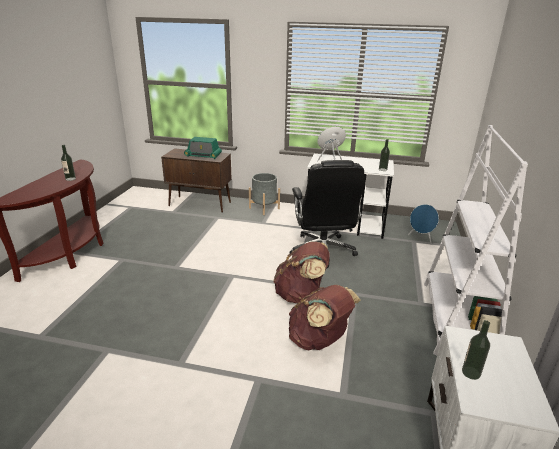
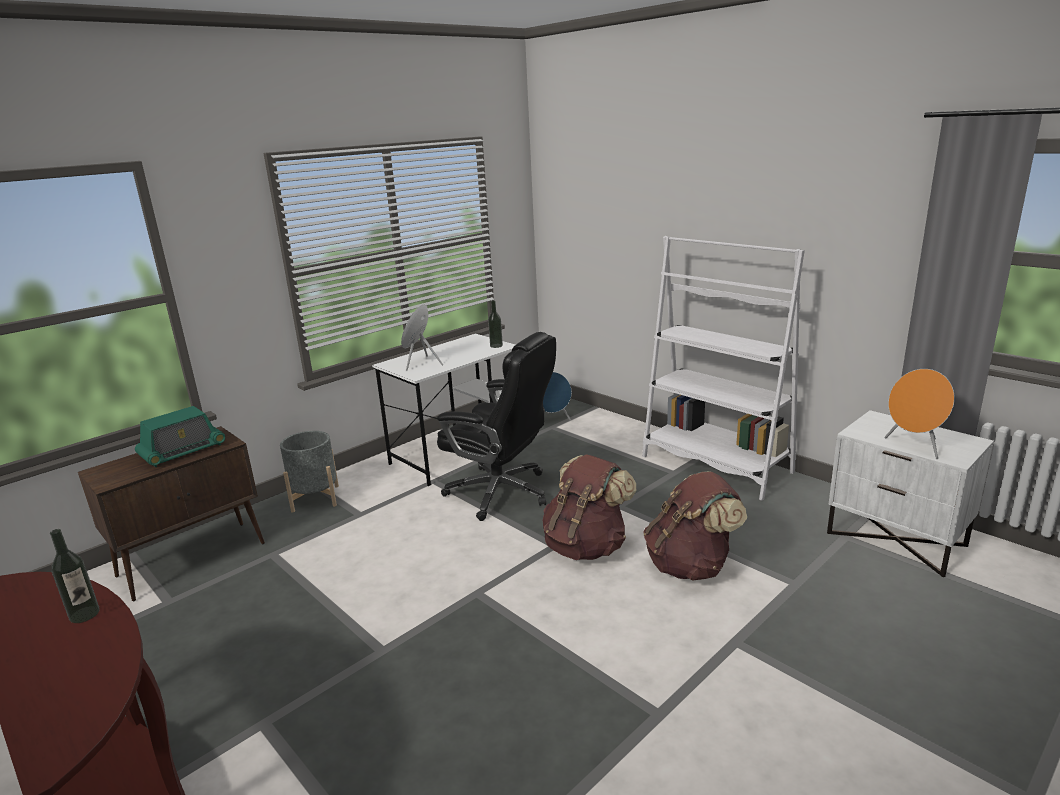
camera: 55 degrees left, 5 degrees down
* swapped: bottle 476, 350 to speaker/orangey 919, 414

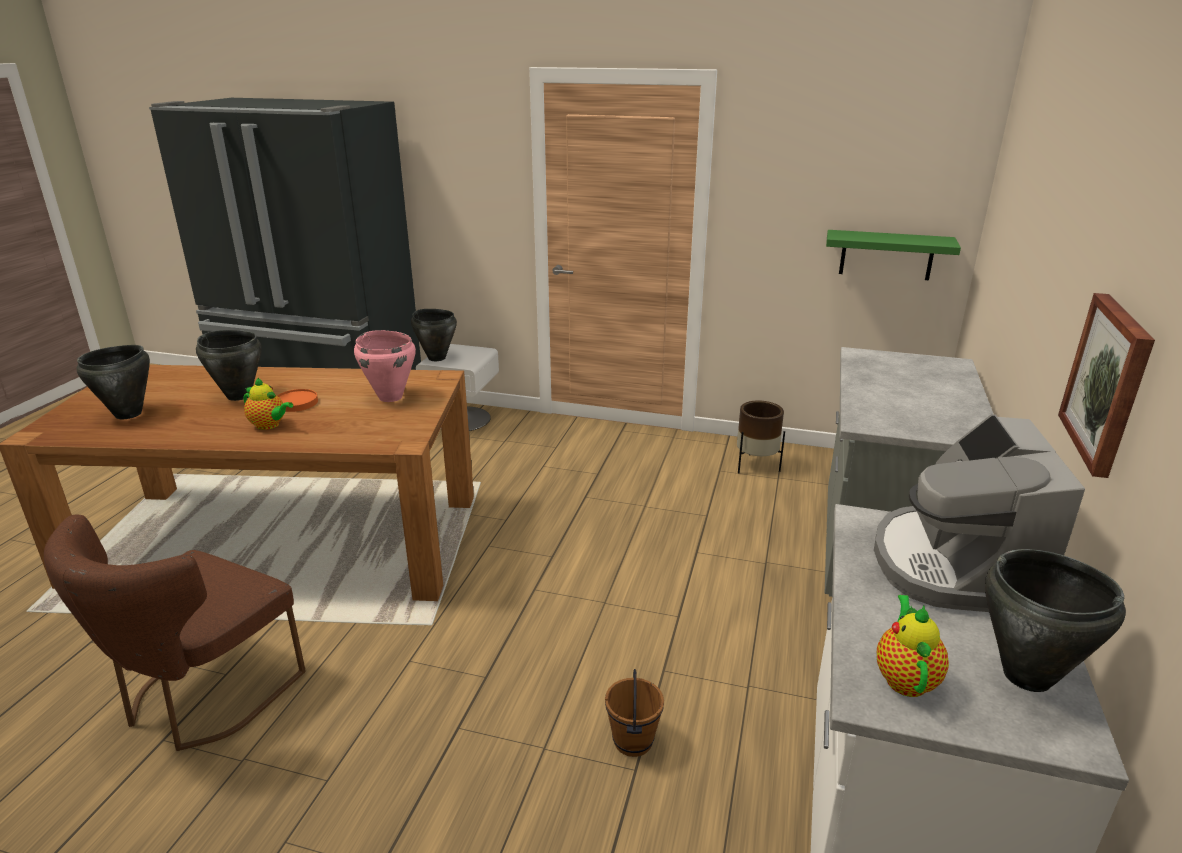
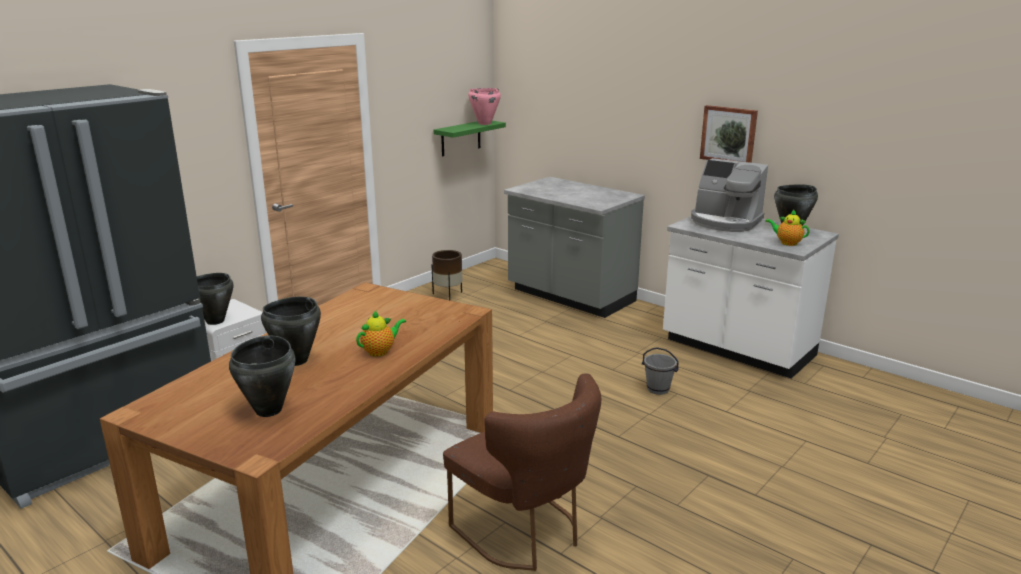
camera: 65 degrees left, 5 degrees down
* shifted: stockpot/pink-coloured 385, 366 to 484, 106
* gone: plate/orangey 297, 400
* repainted: water bucket/brownish 634, 713 to water bucket/gray 660, 371

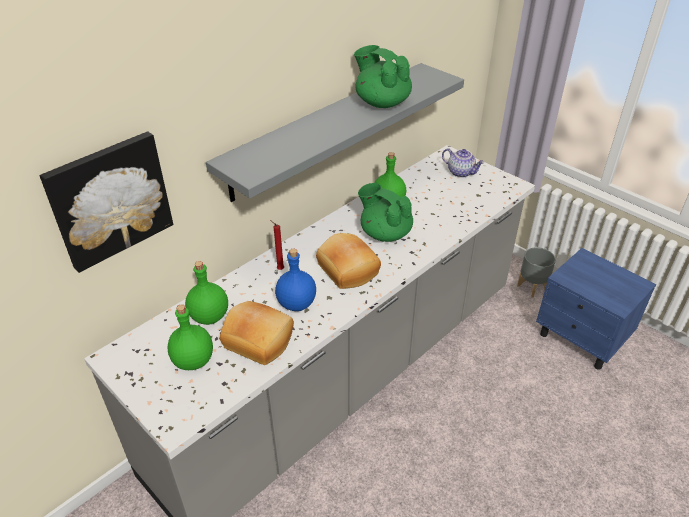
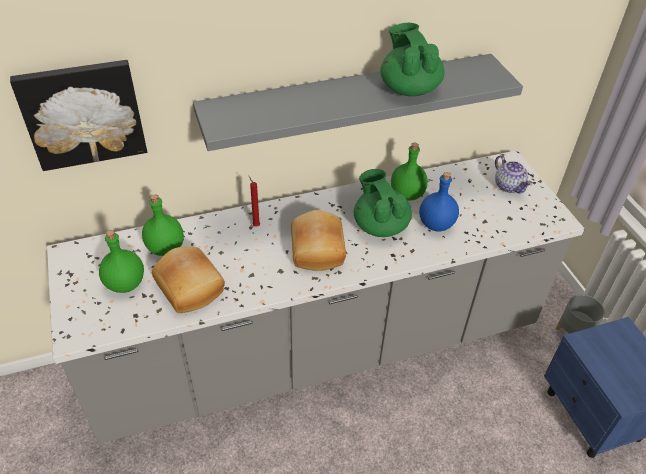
camera: 25 degrees right, 5 degrees up
* shifted: bottle/blue 295, 280 to 439, 202

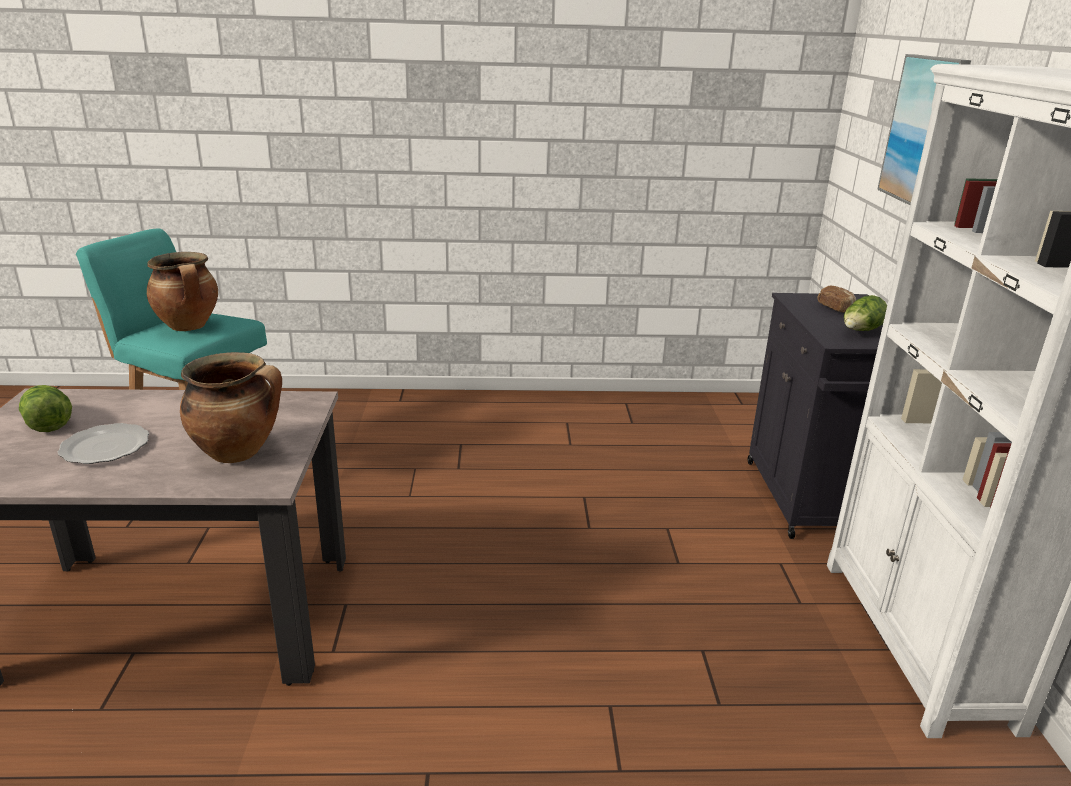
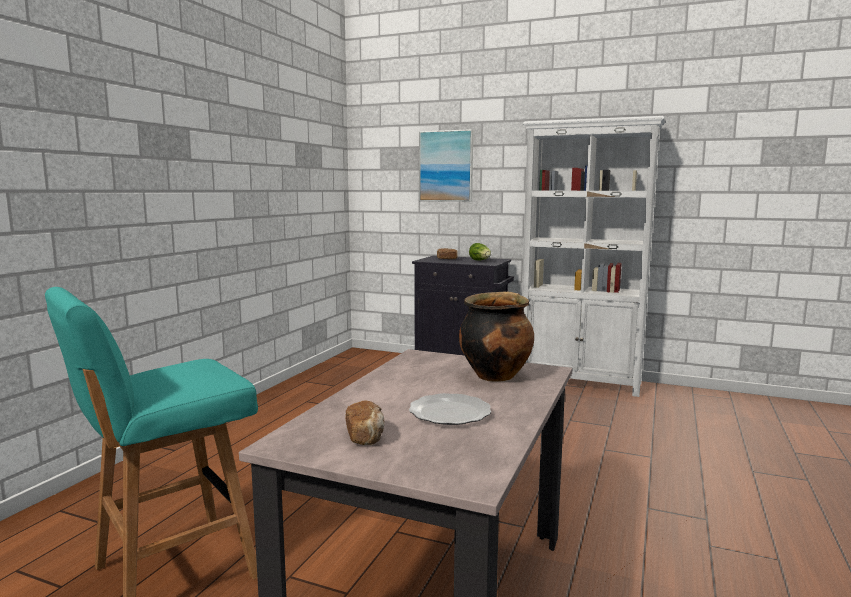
camera: 65 degrees left, 15 degrees down
* gone: stockpot 182, 291
* swapped: lettuce head 45, 408 to bakery bread 365, 422

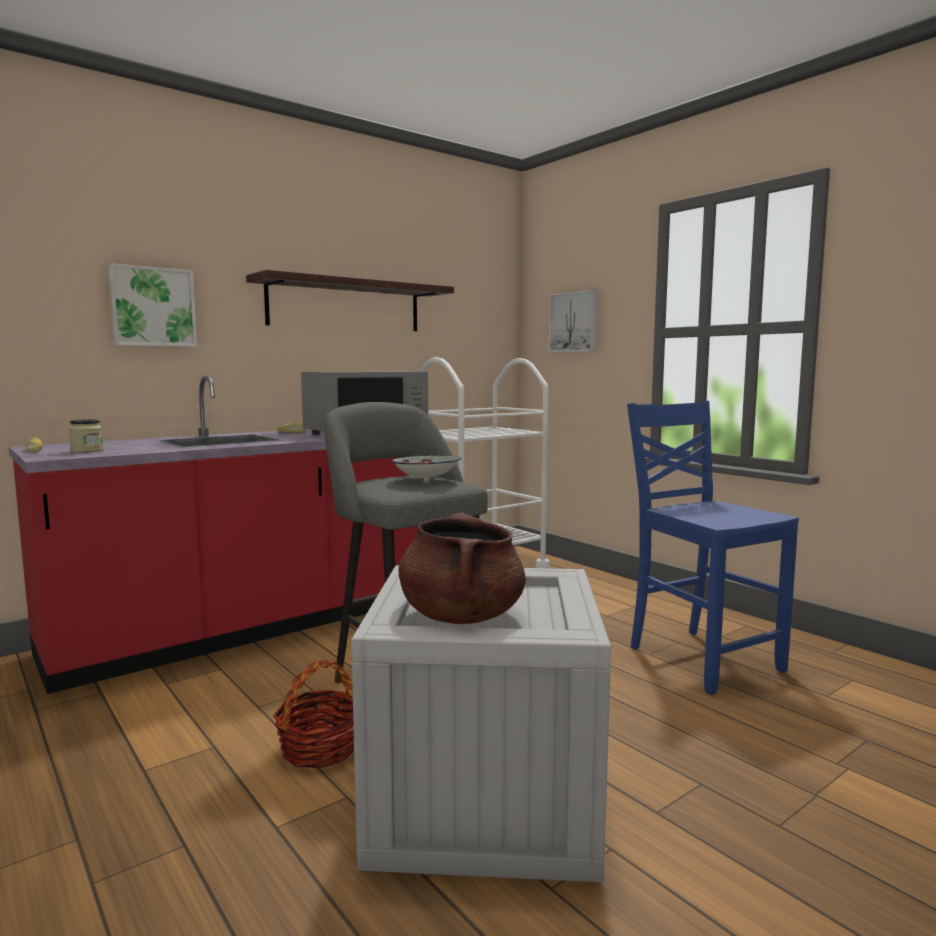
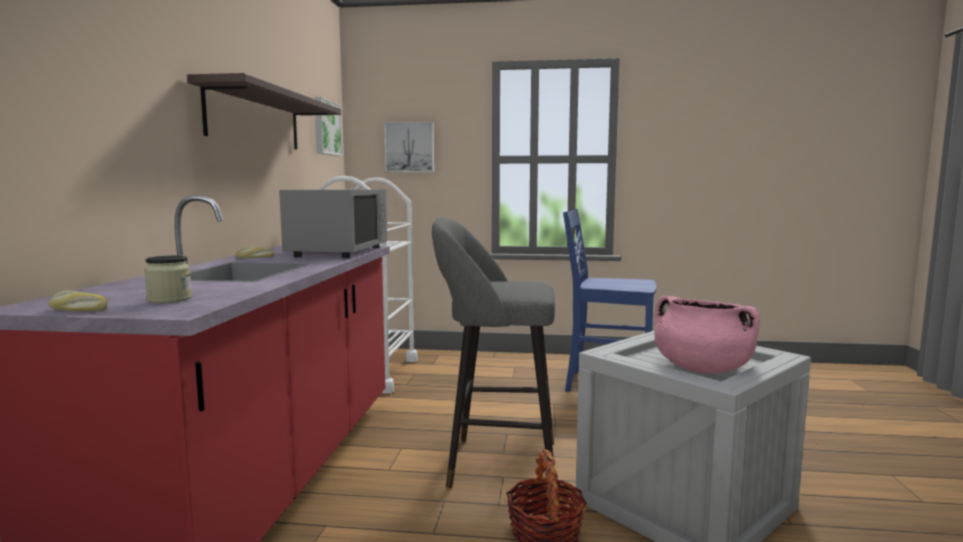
camera: 45 degrees left, 0 degrees up
* shifted: picture 152, 305 to 328, 126
* gone: deep dish 426, 468
* repainted: stockpot/brownish 462, 568 to stockpot/pink-coloured 707, 335

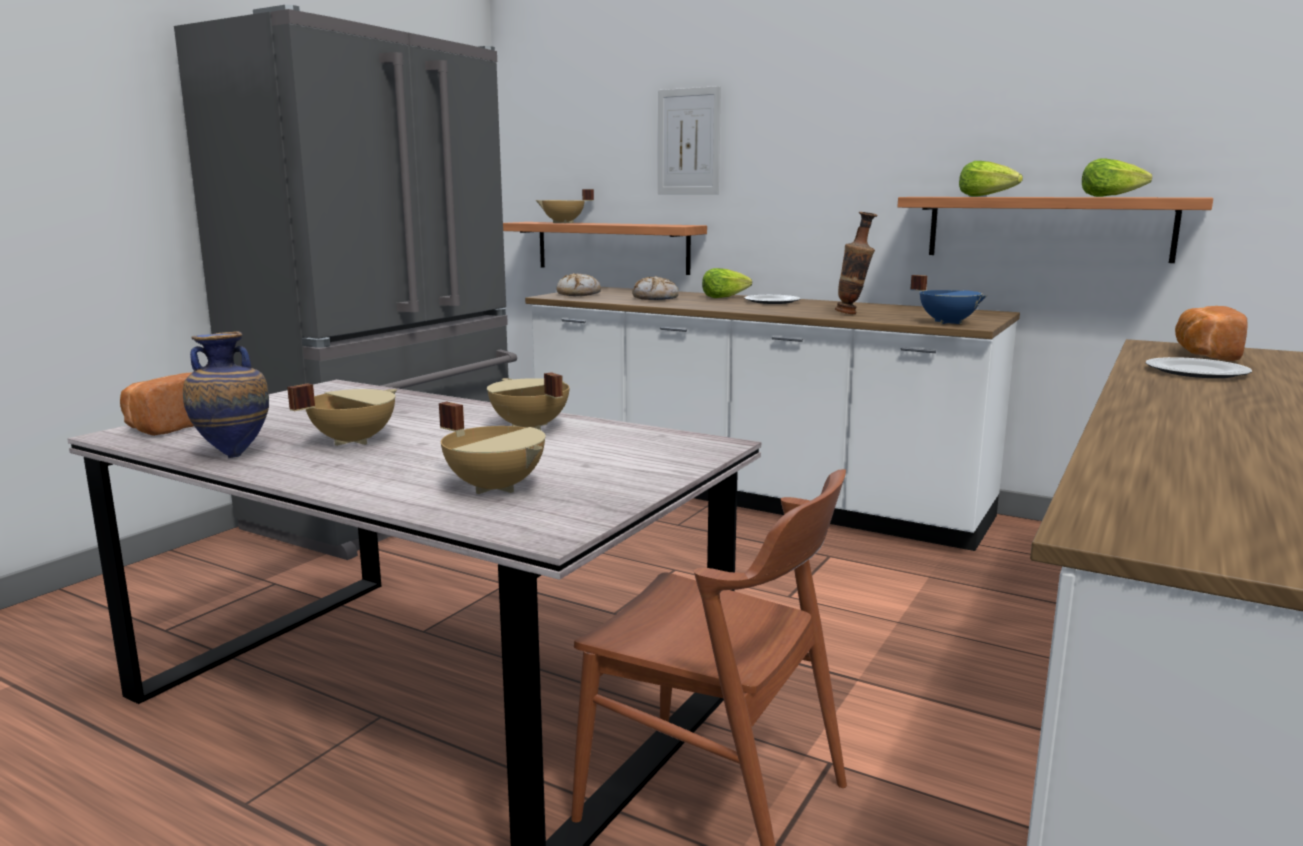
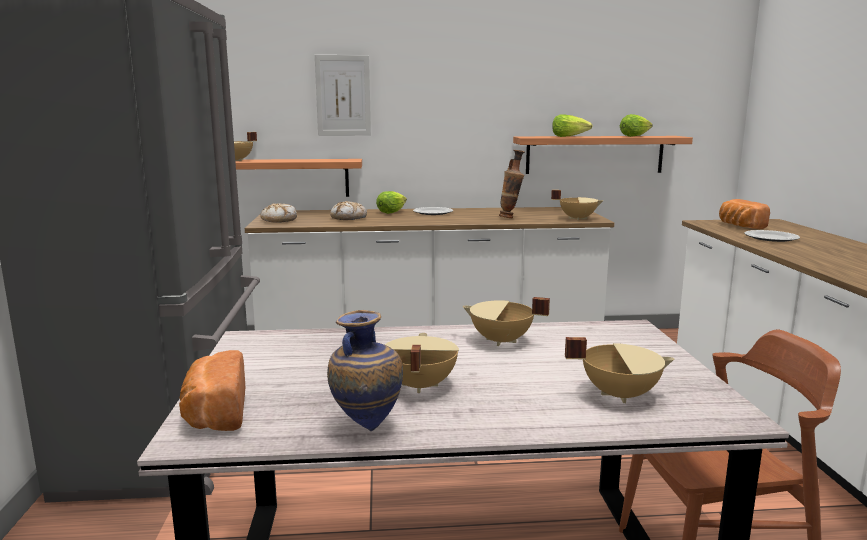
camera: 35 degrees left, 0 degrees up
* repainted: stockpot/blue 948, 299 to stockpot/sand-coloured 577, 205

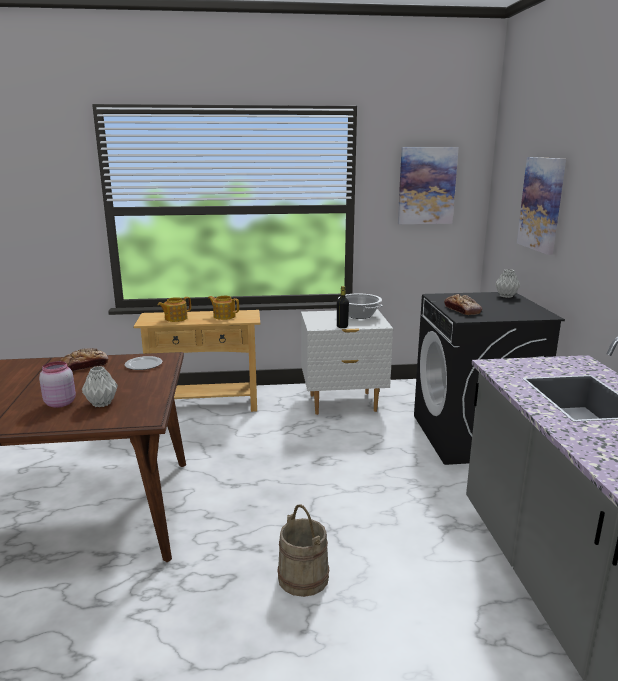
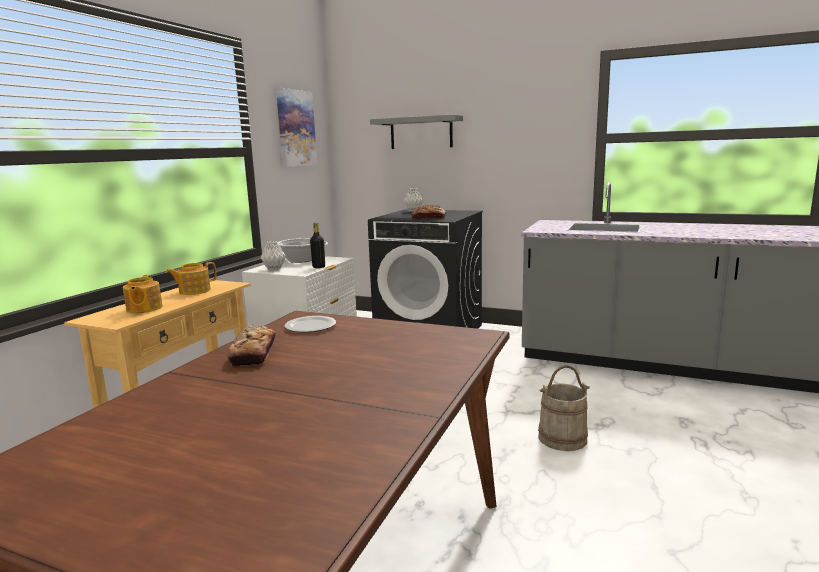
camera: 60 degrees left, 5 degrees down
* swapped: picture 541, 206 to bracket shelf/gray 416, 132
* gone: preserve jar/pink-coloured 57, 384
* shifted: decorative vase/gray 100, 386 to 273, 255

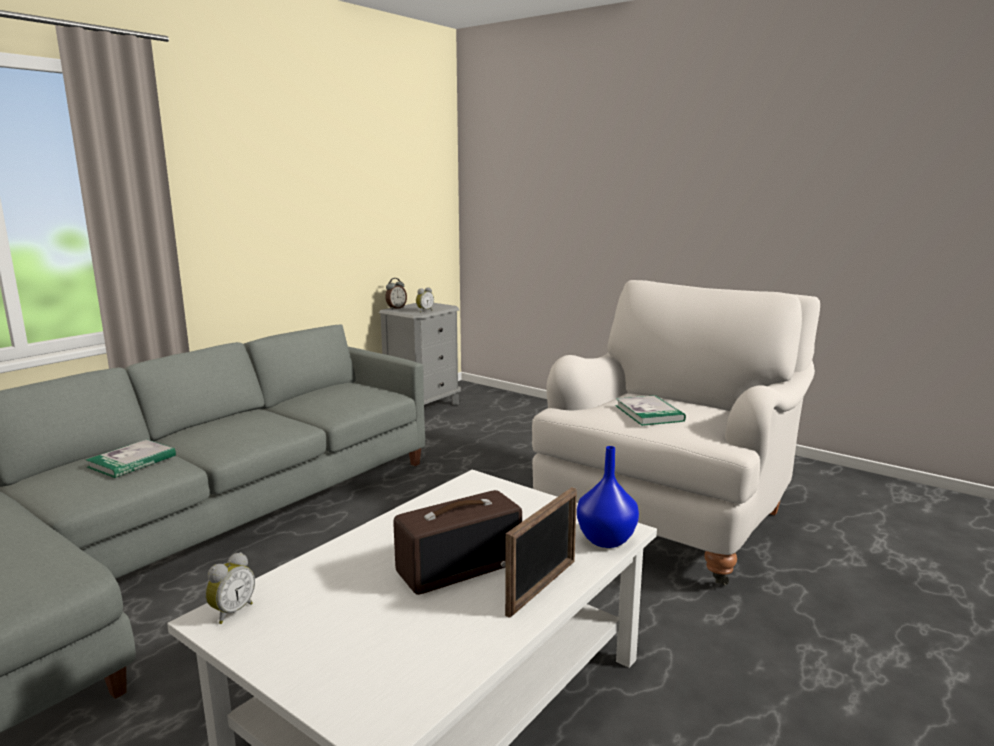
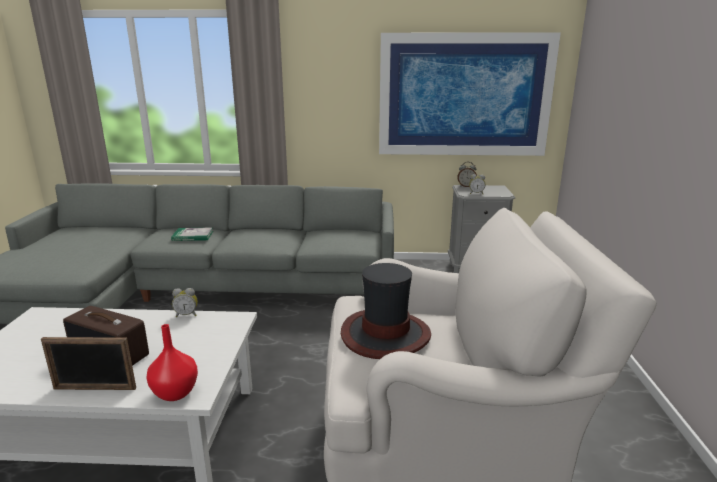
camera: 55 degrees right, 5 degrees up
* swapped: volume 650, 410 to hat 386, 311
* repainted: decorative vase/blue 608, 497 to decorative vase/red 172, 362
* shifted: alarm clock 230, 588 to 185, 302
* new: picture 470, 94

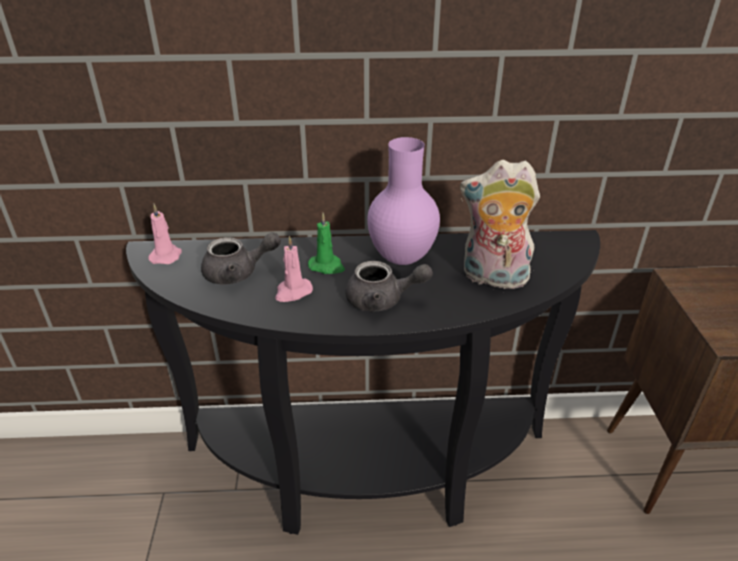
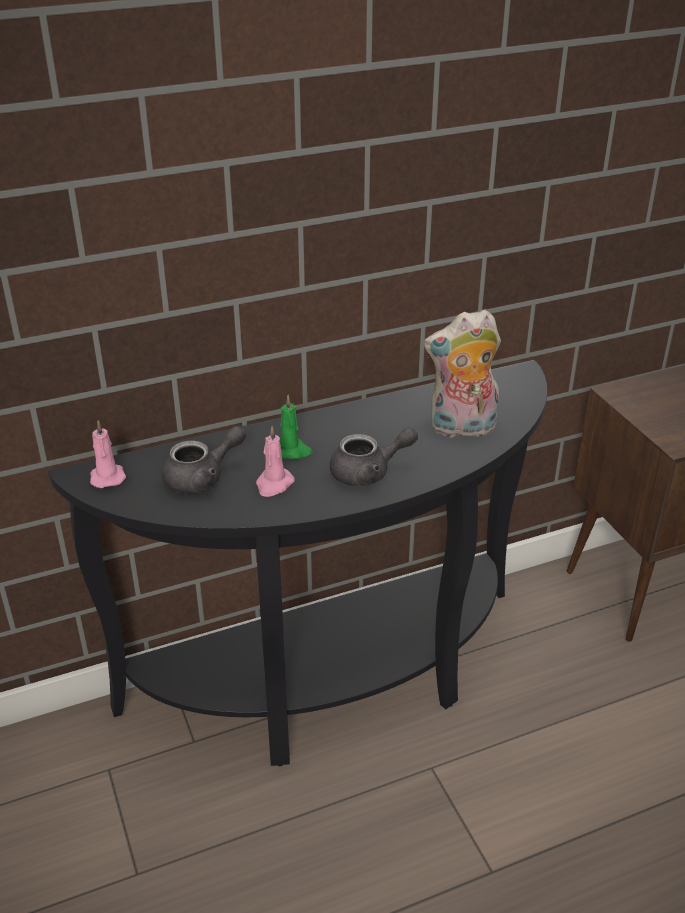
camera: 20 degrees left, 0 degrees up
* gone: decorative vase/purple-coloured 403, 201

